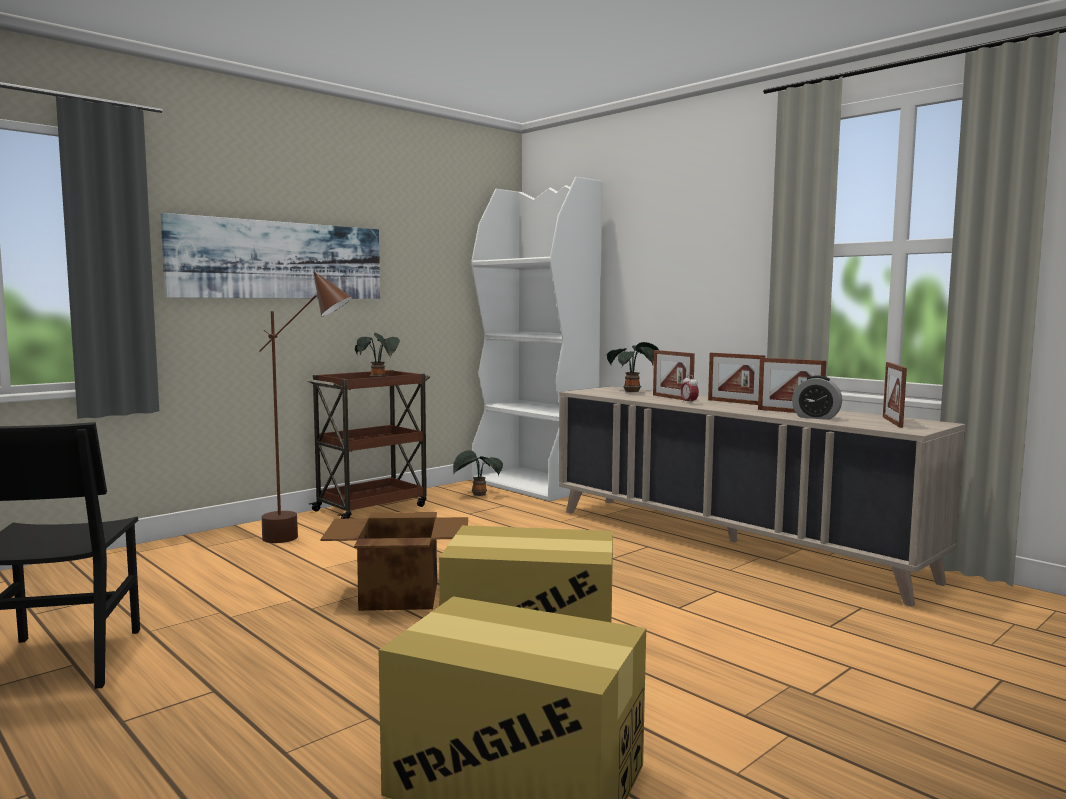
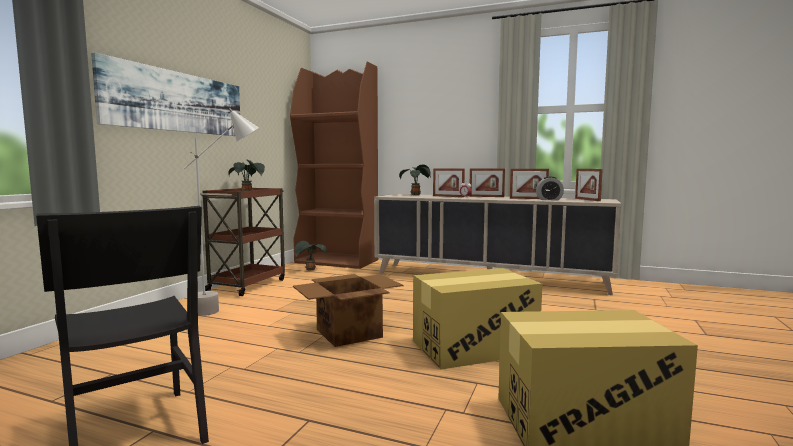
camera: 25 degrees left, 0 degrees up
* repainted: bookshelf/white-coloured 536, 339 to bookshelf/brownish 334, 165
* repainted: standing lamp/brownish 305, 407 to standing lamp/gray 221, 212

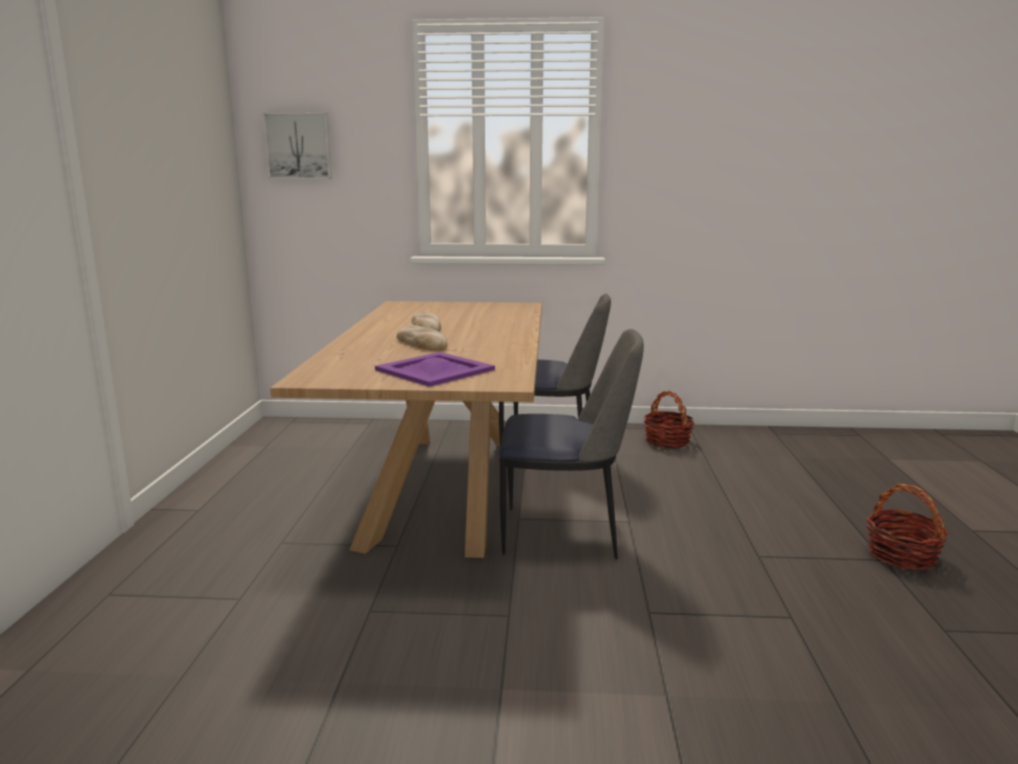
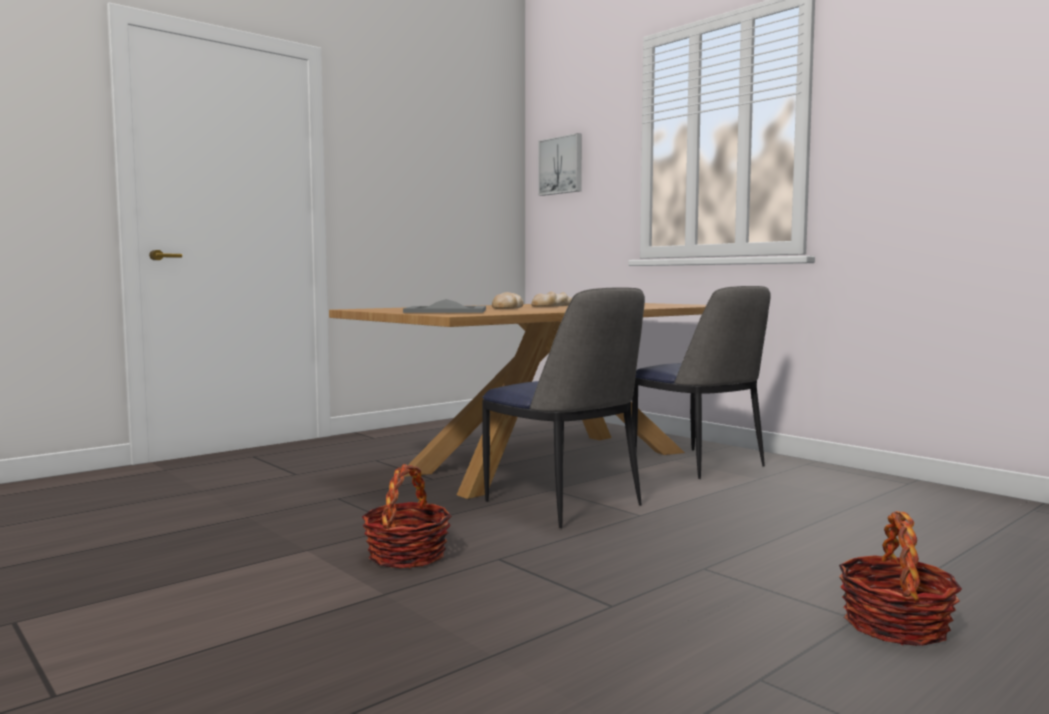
camera: 45 degrees right, 10 degrees down
* repainted: tray/purple-coloured 435, 369 to tray/gray 444, 306
* shifted: storage basket 669, 419 to 407, 516

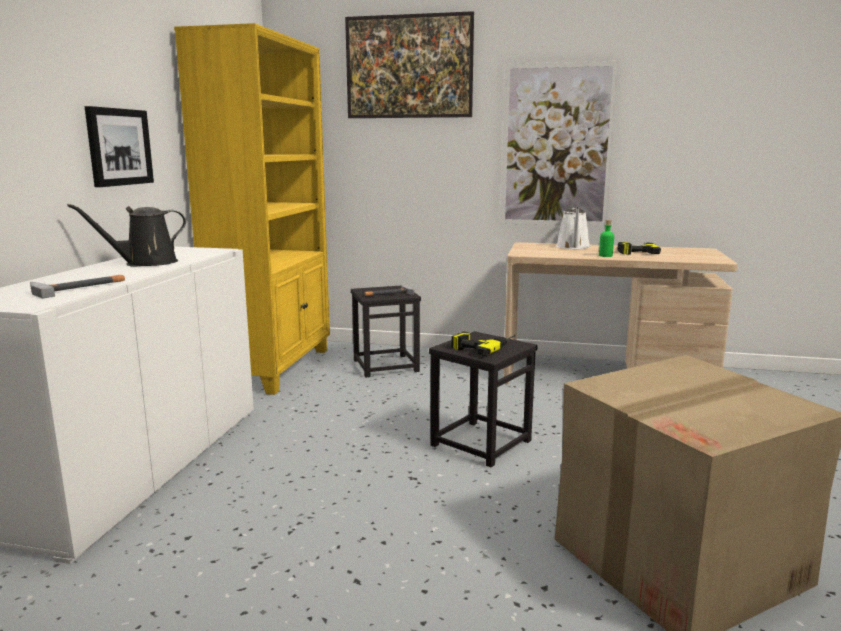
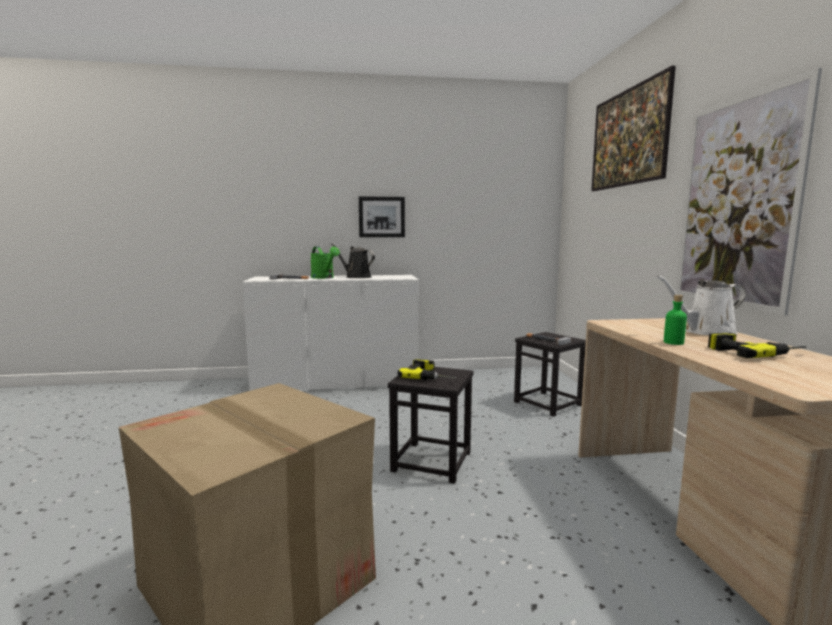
camera: 70 degrees right, 5 degrees down
* gone: bookshelf/yellow 252, 209
* new: watering can/green-coloured 325, 262

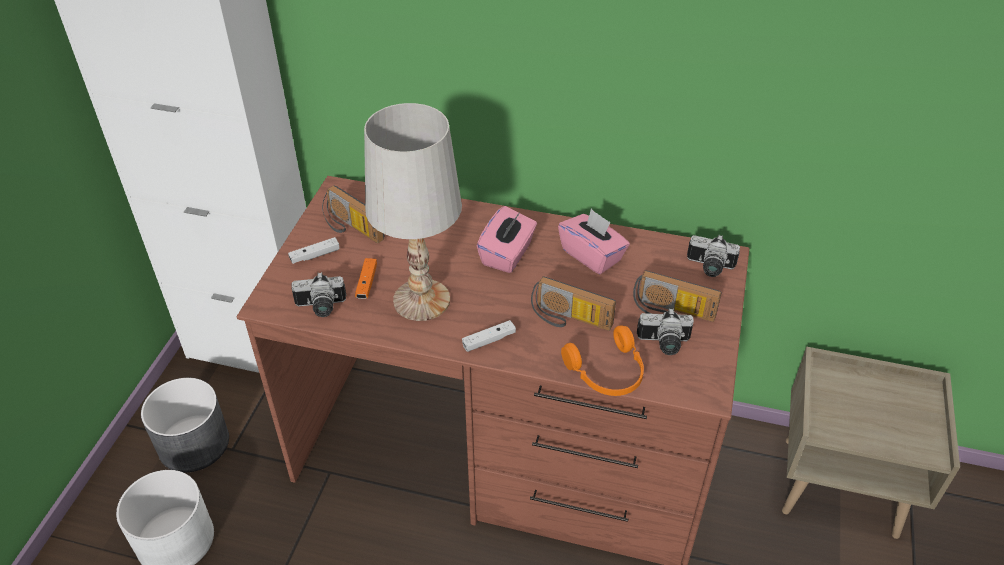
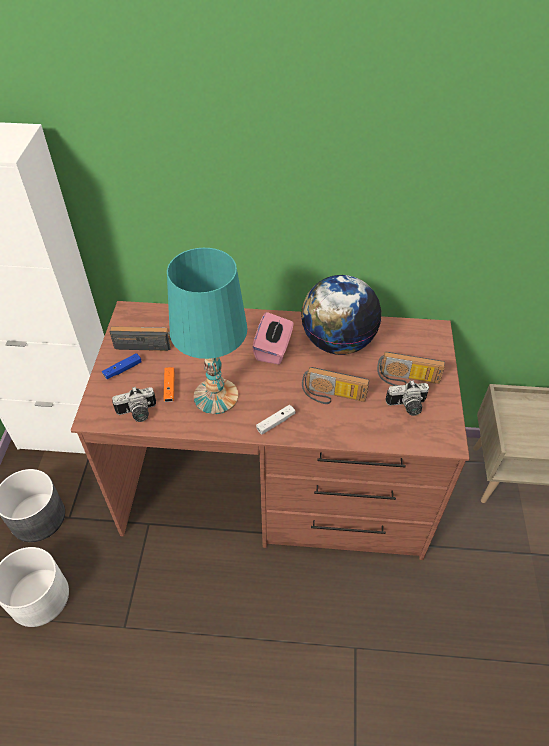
camera: 10 degrees left, 5 degrees up
* repainted: tabletop lamp/white-coloured 413, 212 to tabletop lamp/blue-green 207, 331
* rotated: radio receiver 353, 214 = 140, 338 150 degrees clockwise
* swapped: tissue holder/pink-coloured 594, 241 to desk globe 341, 315
* gone: photo camera 713, 256
* repainted: joypad/white-coloured 314, 250 to joypad/blue 122, 366
* gone: pair of headphones/orangey 602, 361

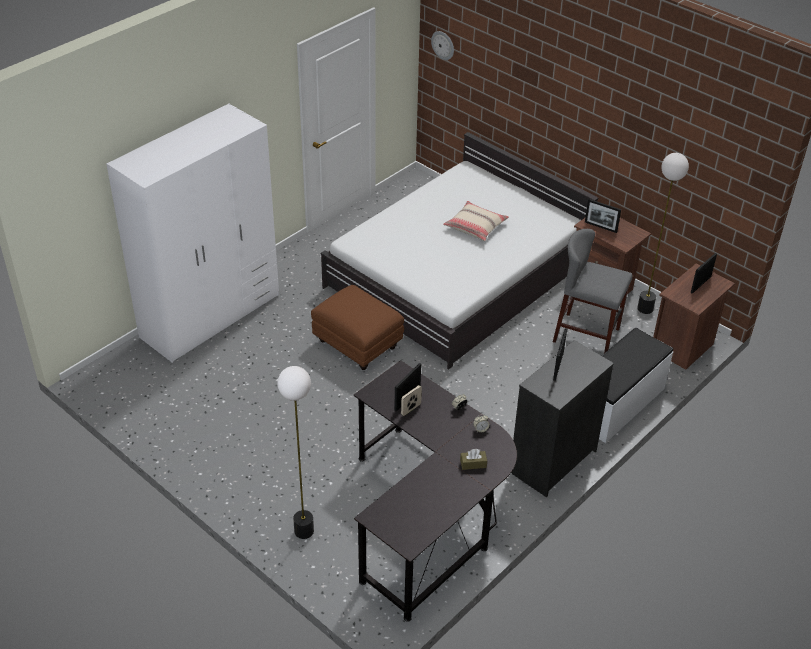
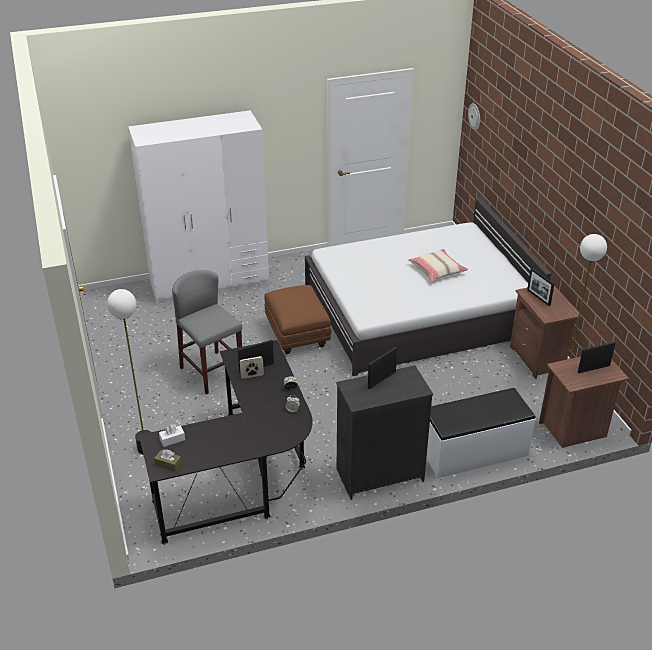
camera: 30 degrees right, 5 degrees down
* shifted: stool/gray 592, 291 to 207, 332
* shifted: tissue holder/brownish 473, 459 to 168, 460
* new: tissue holder/white-coloured 172, 435

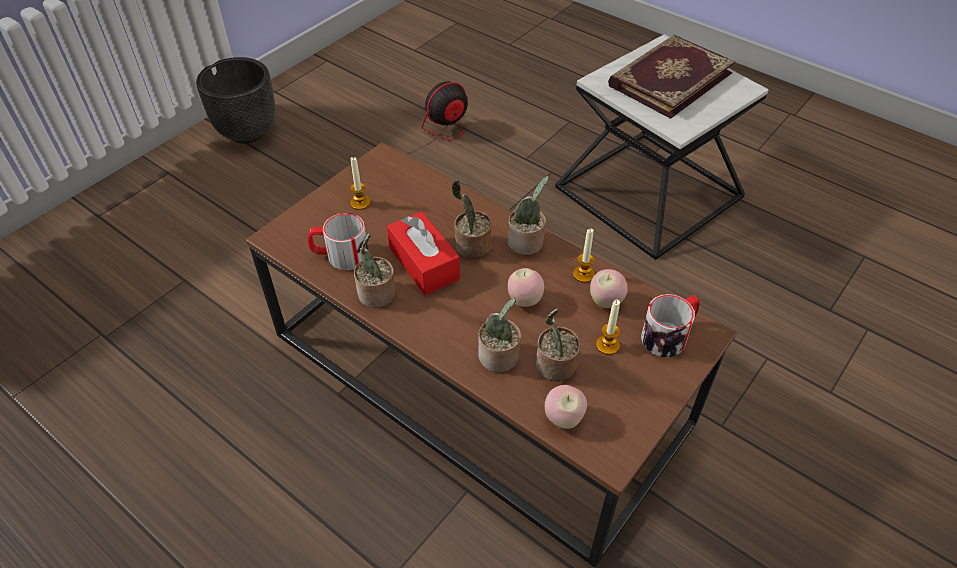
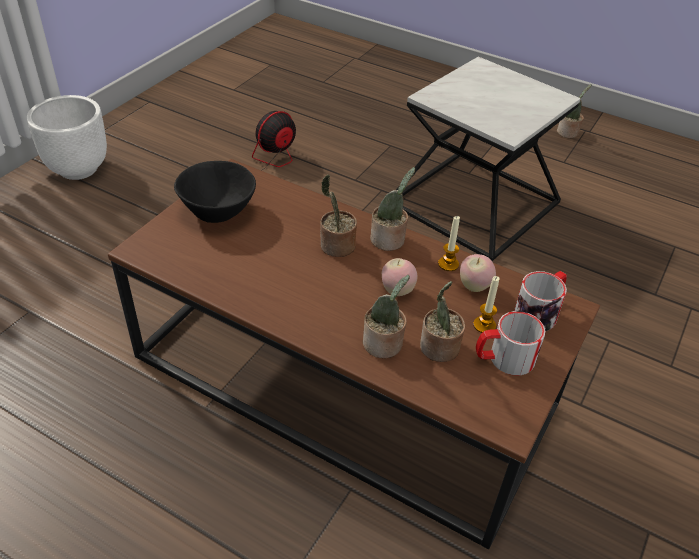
camera: 10 degrees left, 5 degrees down
* gone: volume 671, 77
* repainted: flower pot/blackish 235, 100 to flower pot/white-coloured 67, 137
* swapped: wax light 360, 183 to deep dish/blackish 215, 192
* gone: tissue holder/red 423, 253
* shifted: tea mug 338, 242 to 510, 343
* shifted: plant in a pot 375, 270 to 574, 111
* gone: apple 566, 407

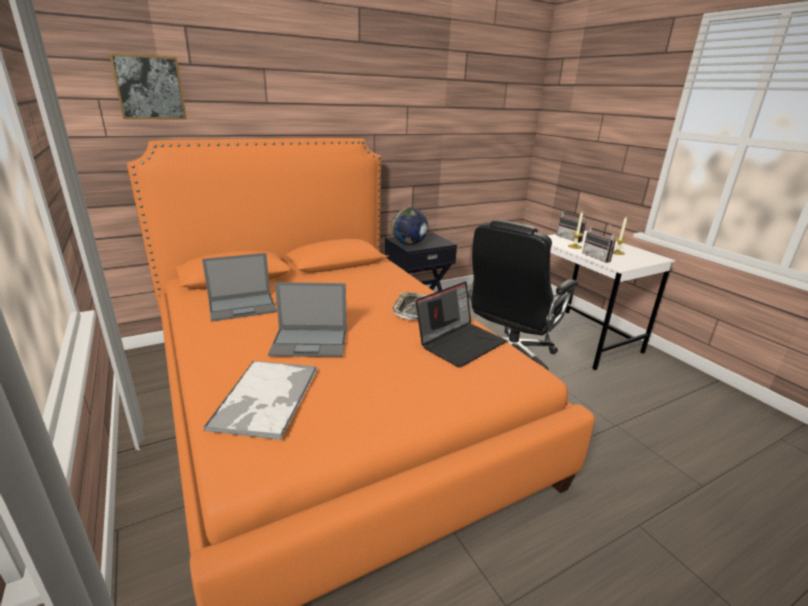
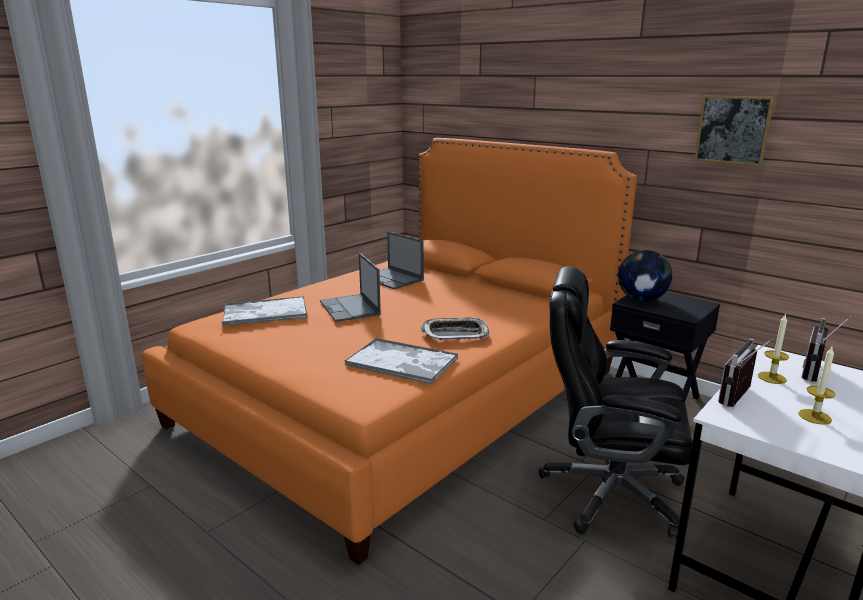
camera: 70 degrees right, 5 degrees down
* shifted: picture 148, 86 to 734, 130
* swapped: portable computer 461, 324 to tray 401, 361

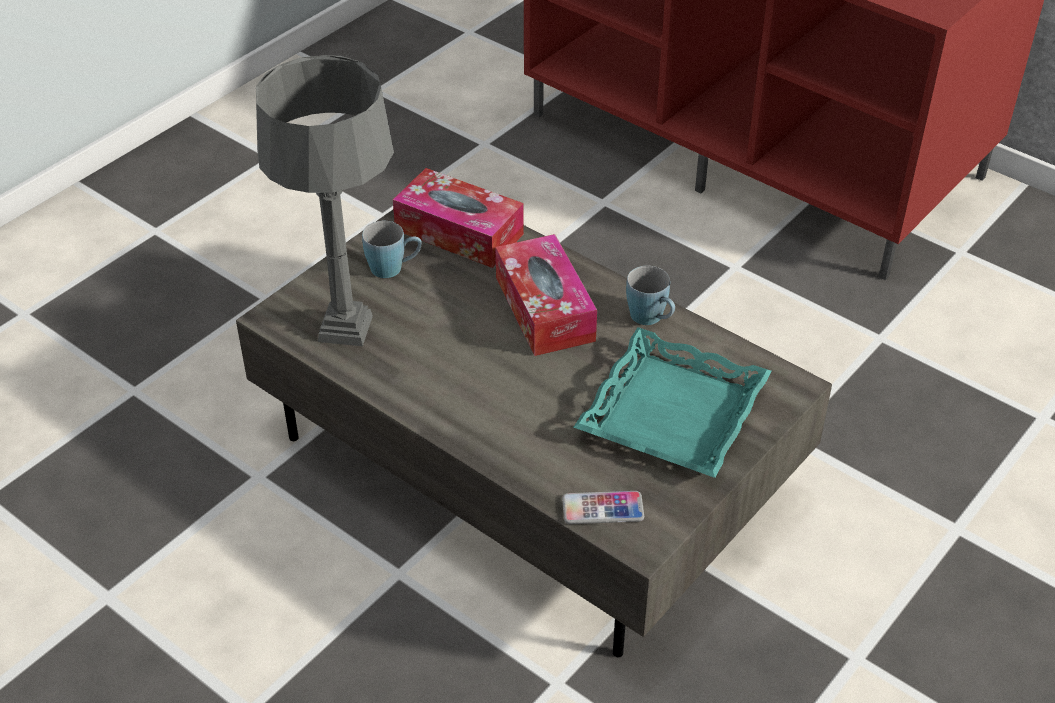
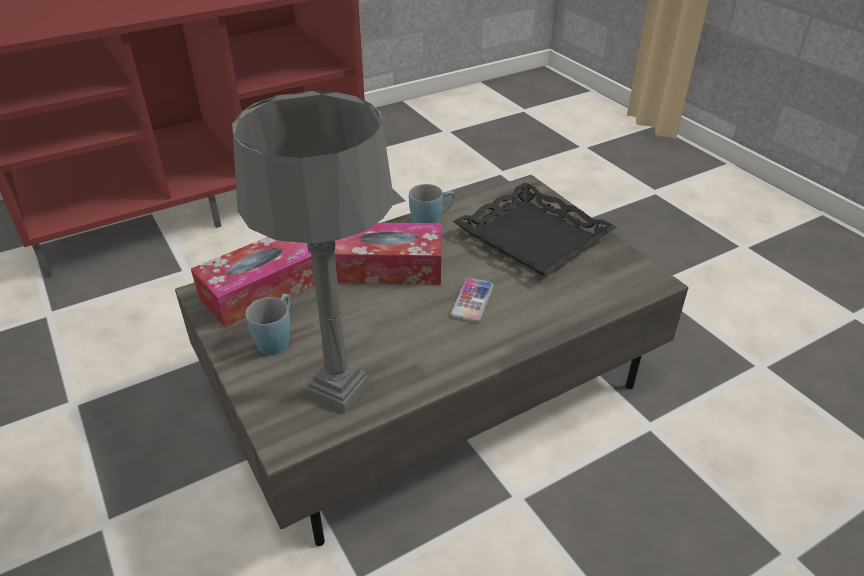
camera: 70 degrees left, 5 degrees down
* repainted: tray/blue-green 673, 402 to tray/blackish 535, 228
* shifted: phone 603, 507 to 472, 300

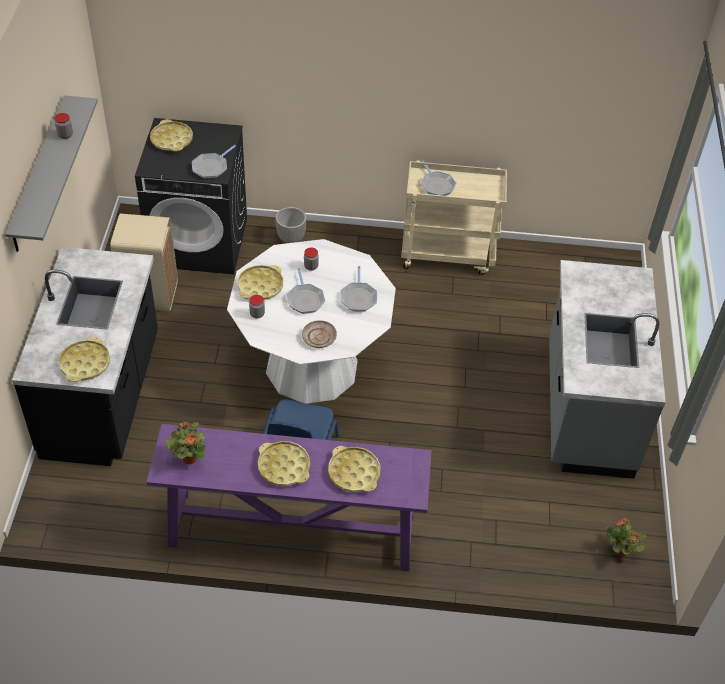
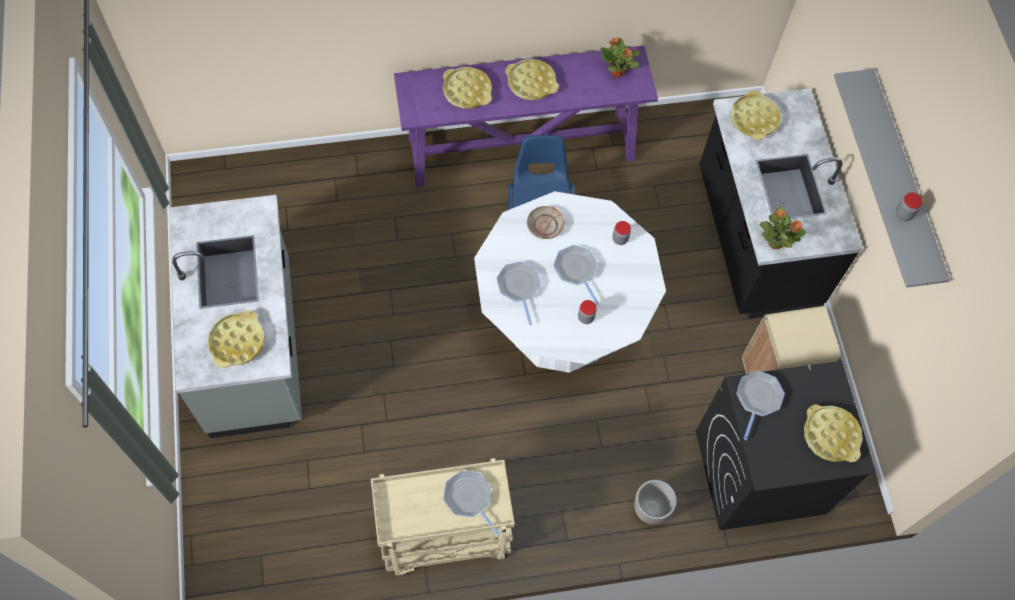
camera: 165 degrees right, 15 degrees up
* shifted: tray/yellow 260, 282 to 236, 339
* shifted: plant in a pot 627, 537 to 783, 228

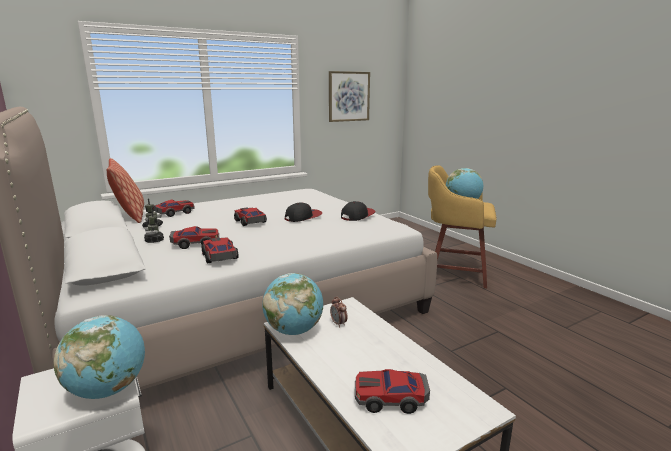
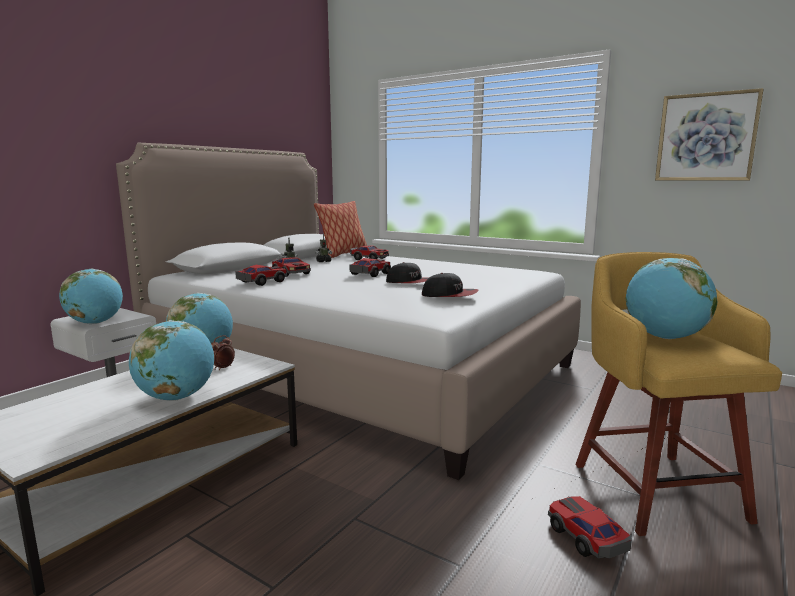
camera: 65 degrees right, 5 degrees down
* shifted: toy car 392, 391 to 589, 527
* new: desk globe 171, 360

